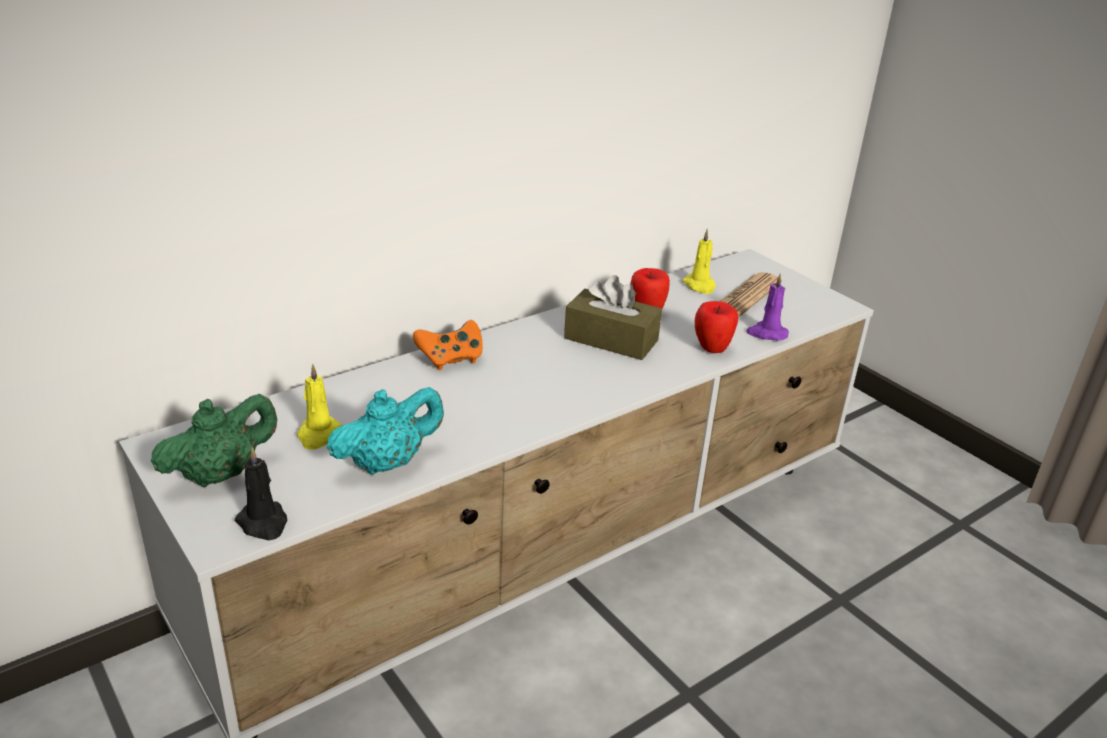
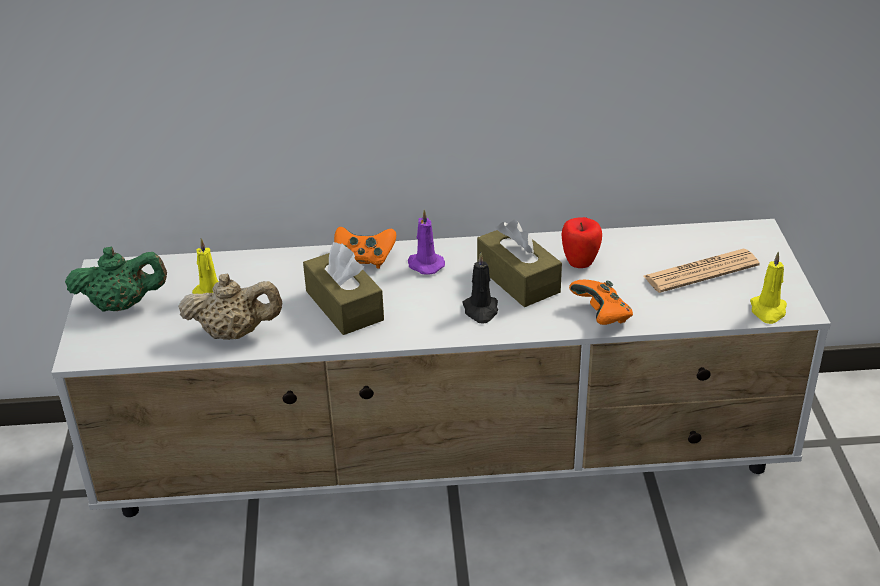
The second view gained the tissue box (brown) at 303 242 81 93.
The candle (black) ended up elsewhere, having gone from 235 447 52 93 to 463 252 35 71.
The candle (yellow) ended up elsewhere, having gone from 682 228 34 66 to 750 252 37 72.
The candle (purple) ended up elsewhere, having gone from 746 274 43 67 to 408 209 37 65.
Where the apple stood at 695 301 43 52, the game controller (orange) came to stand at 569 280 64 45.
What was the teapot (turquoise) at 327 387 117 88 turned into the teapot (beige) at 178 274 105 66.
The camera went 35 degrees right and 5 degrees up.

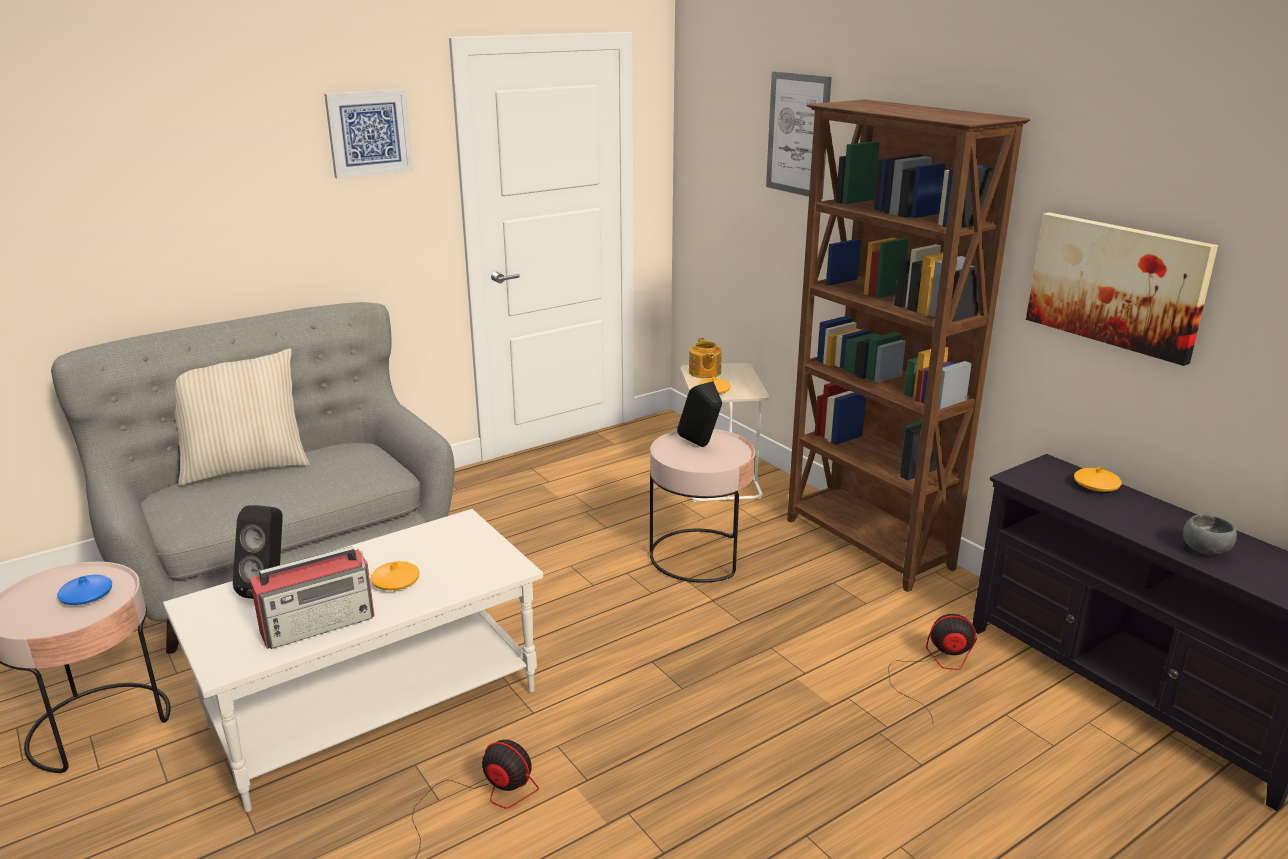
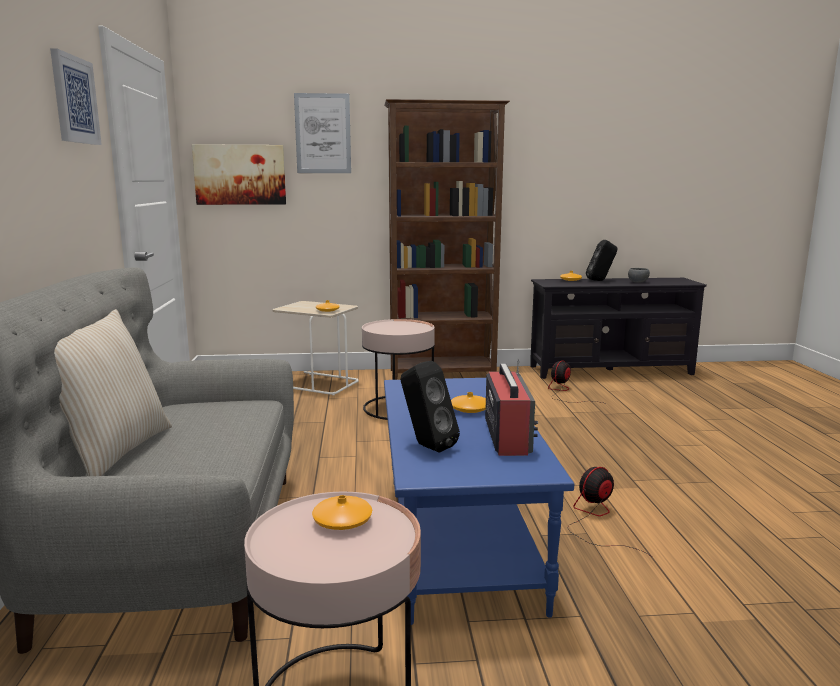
The second view lost the teapot at 689 338 33 40.
The speaker (black) ended up elsewhere, having gone from 677 381 45 66 to 586 240 31 41.
The picture ended up elsewhere, having gone from 1026 212 192 154 to 192 144 94 61.
What was the vase (blue) at 57 575 55 30 turned into the vase (orange) at 312 495 60 35.
What was the coffee table (white) at 163 509 380 303 turned into the coffee table (blue) at 384 378 190 247.
The camera went 60 degrees left and 10 degrees down.

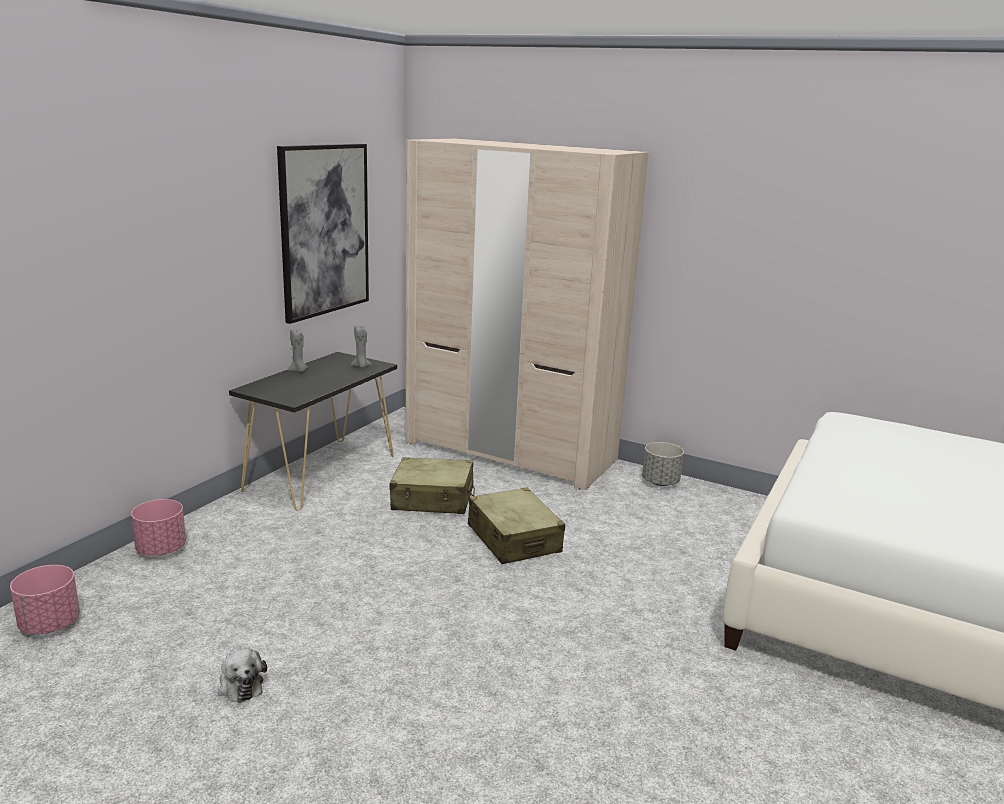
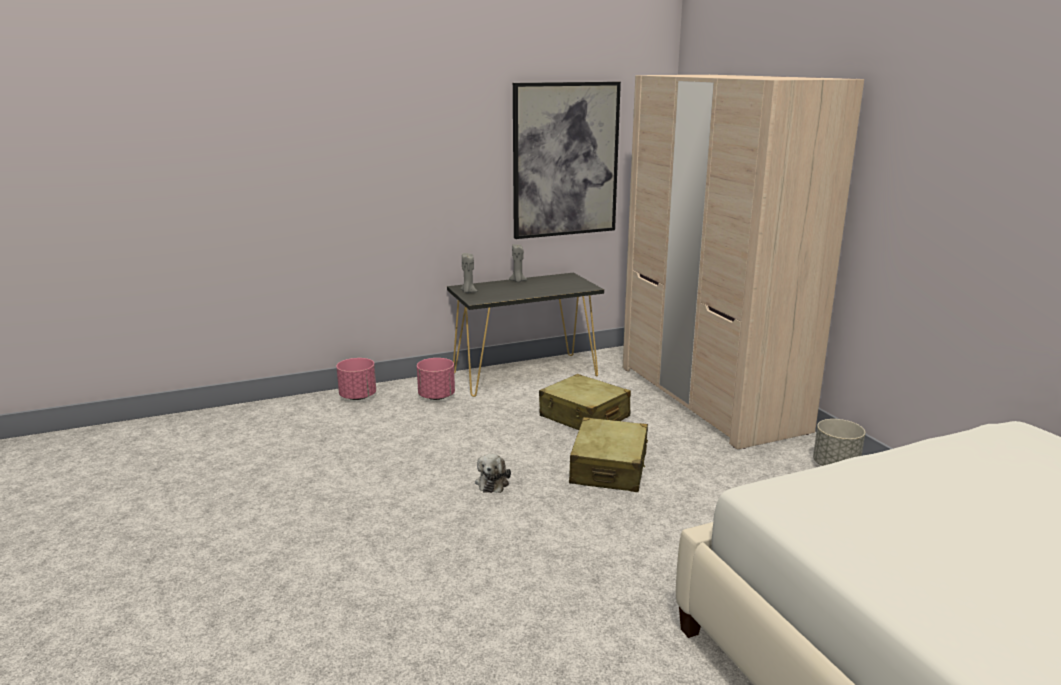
The planter (pink) ended up elsewhere, having gone from 10 565 70 69 to 417 358 38 42.
The plush toy ended up elsewhere, having gone from 218 649 49 54 to 475 454 36 39.
The candle (grey) ended up elsewhere, having gone from 351 326 20 42 to 461 253 16 40.
The camera went 40 degrees right and 0 degrees up.

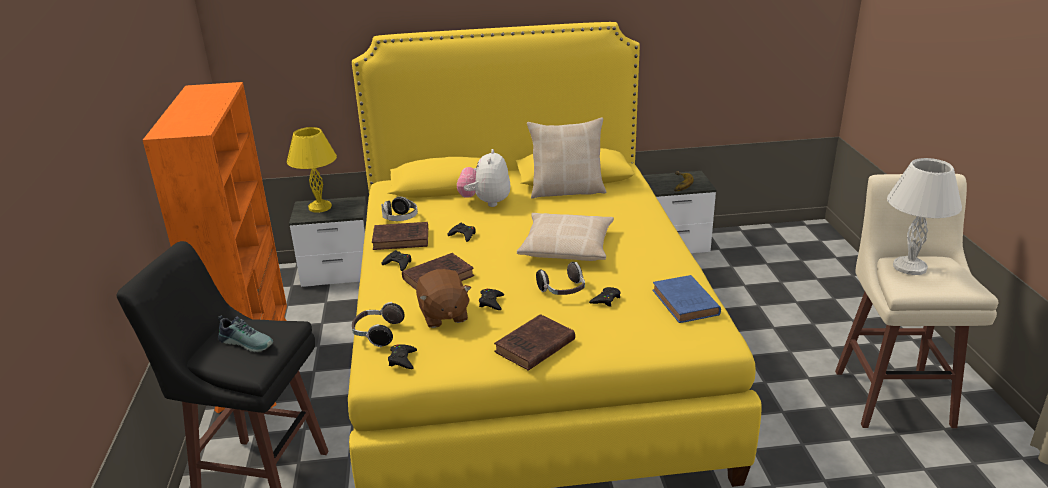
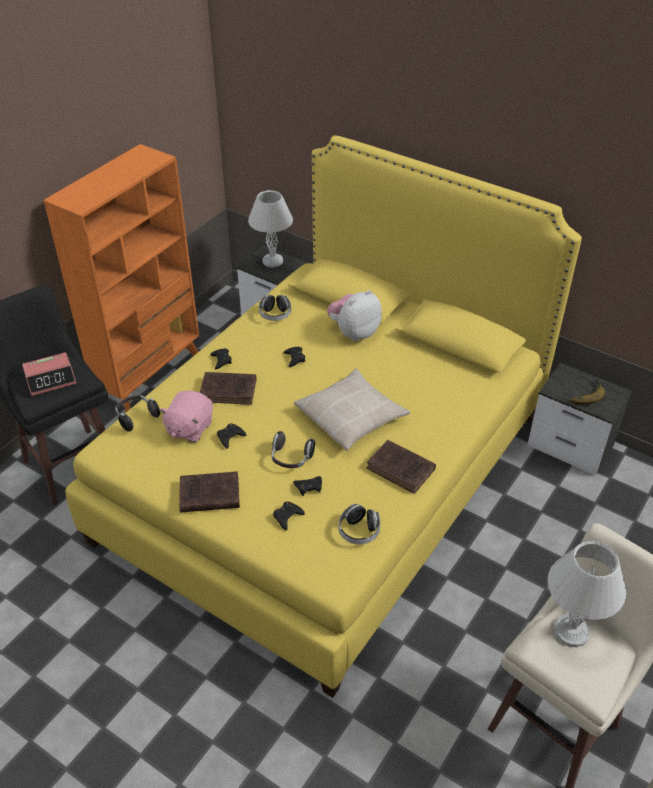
The second view lost the pillow (beige) at 527 117 79 82.
The book (brown) ended up elsewhere, having gone from 372 222 56 28 to 366 440 70 54.
The game controller (black) ended up elsewhere, having gone from 388 344 29 25 to 273 501 32 29.
Where the shoe stood at 218 316 55 36, the alarm clock came to stand at 22 352 54 44.
Where the book (blue) stood at 652 275 69 48, the headphones came to stand at 339 504 41 40.
What was the table lamp (yellow) at 286 127 51 86 turned into the table lamp (white) at 248 190 45 77.
What was the plush toy (brown) at 416 269 55 59 turned into the plush toy (pink) at 159 390 54 53.
The camera went 40 degrees right and 15 degrees up.

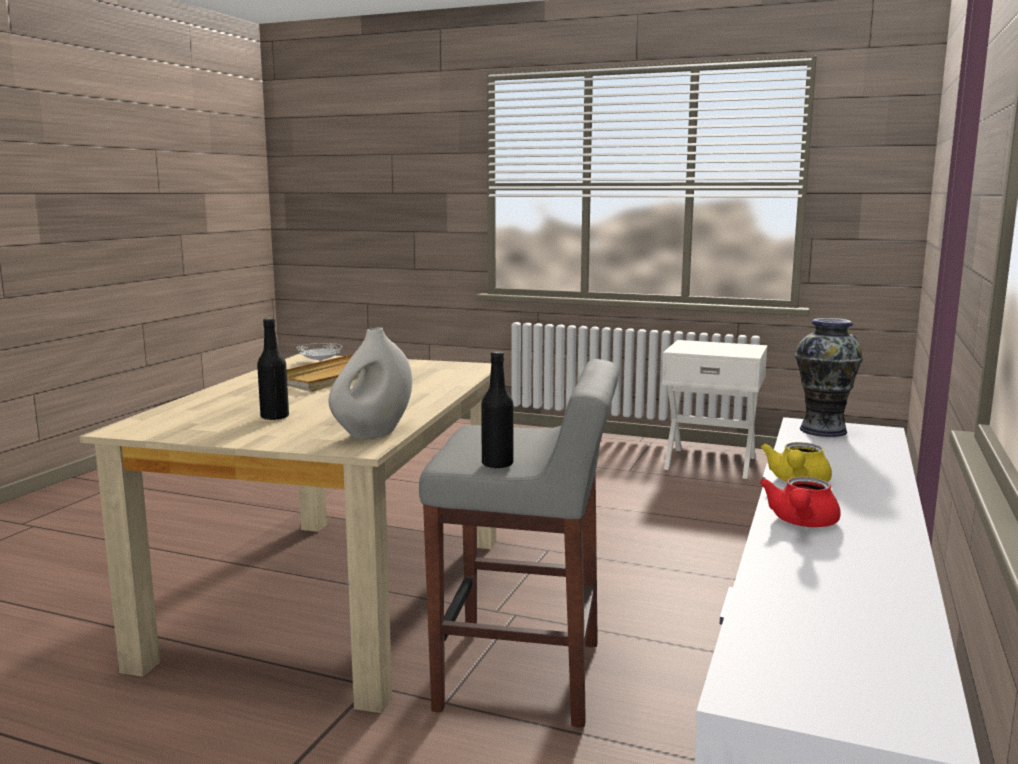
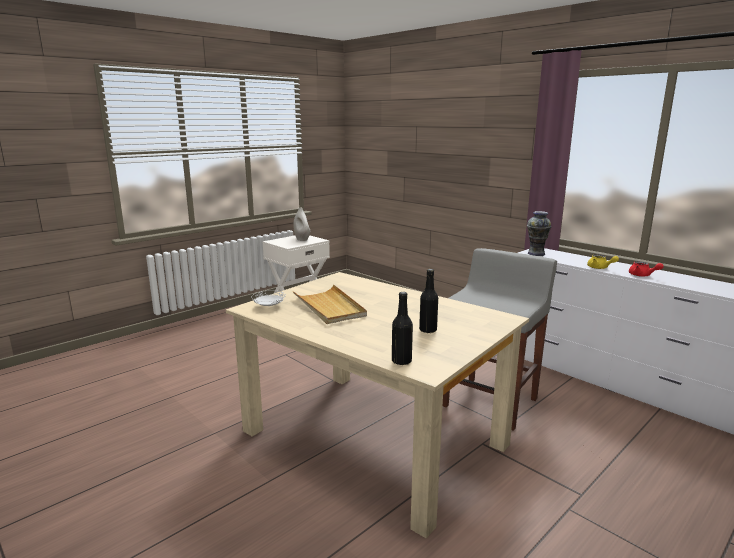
The vase (white) ended up elsewhere, having gone from 329 327 83 112 to 293 208 17 33.
The bottle (black) ended up elsewhere, having gone from 481 351 32 118 to 392 292 21 73.
The camera went 65 degrees left and 5 degrees up.

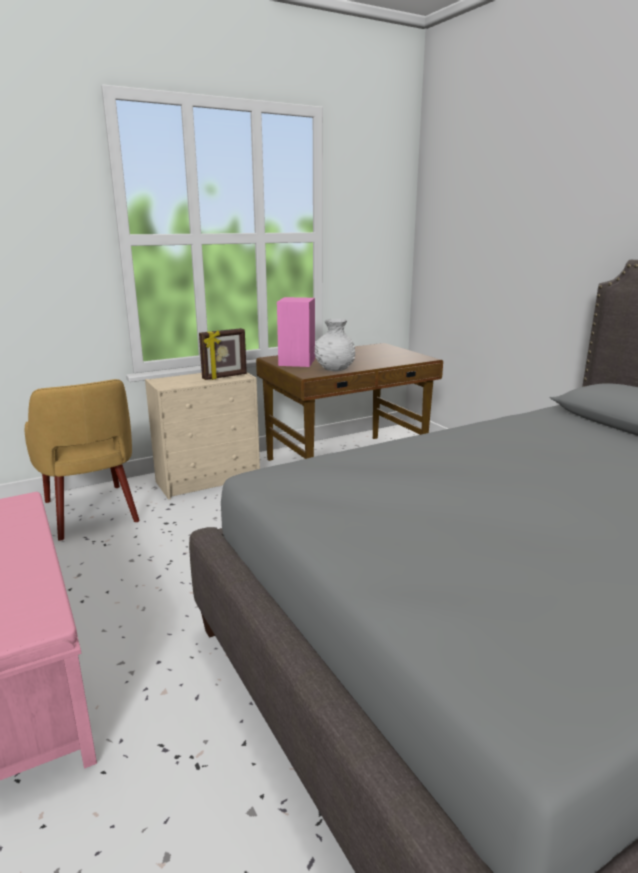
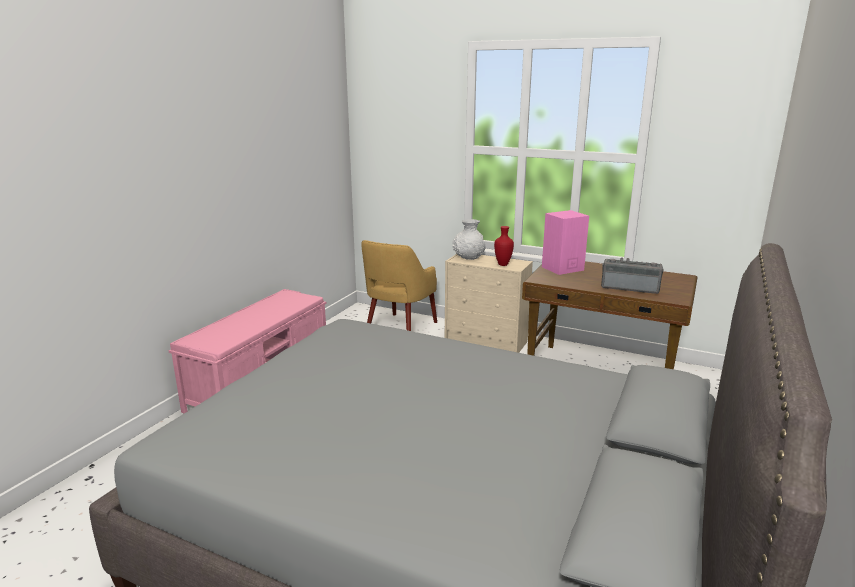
The second view gained the radio at 601 257 63 37.
The vase (white) ended up elsewhere, having gone from 315 319 40 52 to 452 219 34 41.
Where the picture frame stood at 199 328 48 52, the vase (red) came to stand at 494 226 20 40.
The camera went 55 degrees right and 0 degrees up.

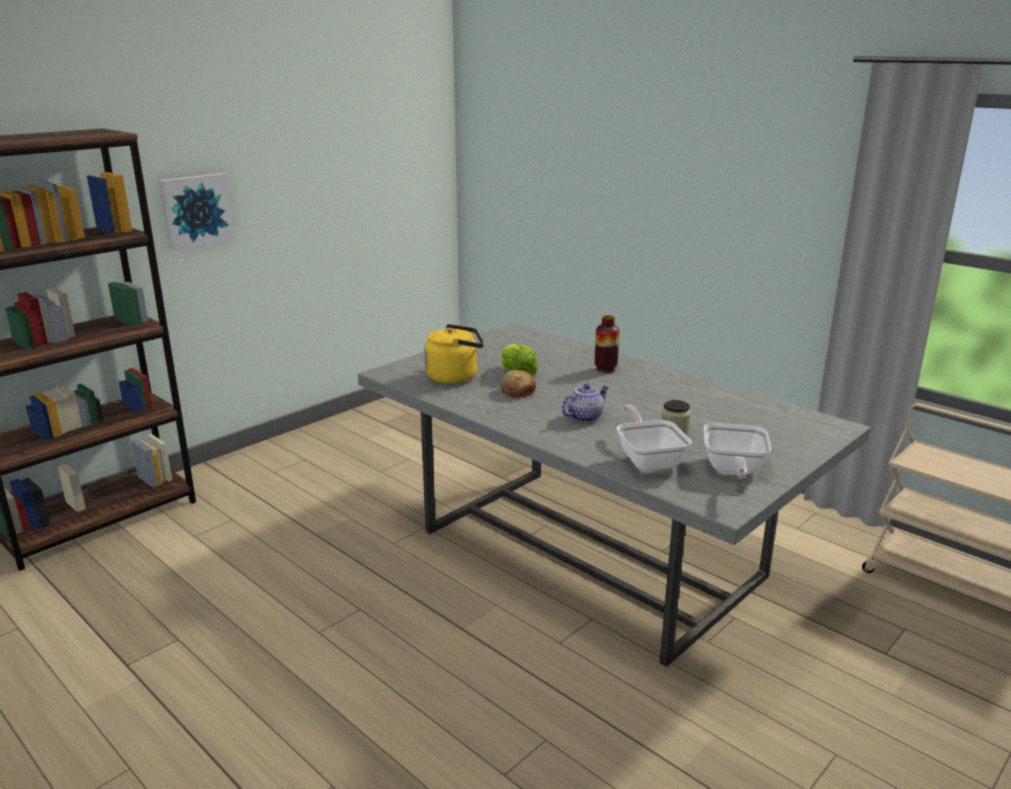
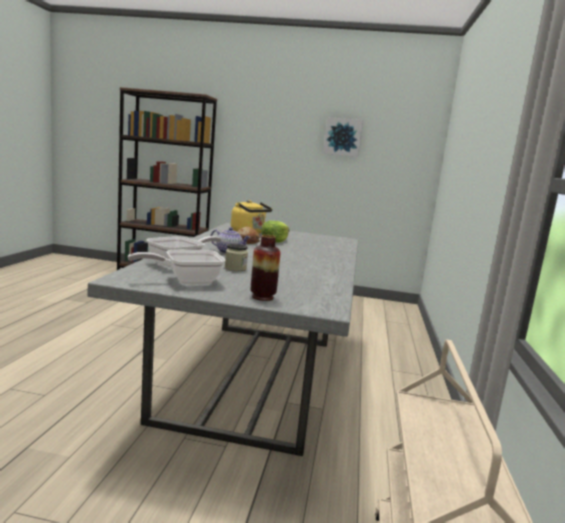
The picture ended up elsewhere, having gone from 159 173 76 77 to 323 117 40 40.
The vase ended up elsewhere, having gone from 594 315 25 58 to 251 235 30 66.
The camera went 55 degrees right and 10 degrees down.

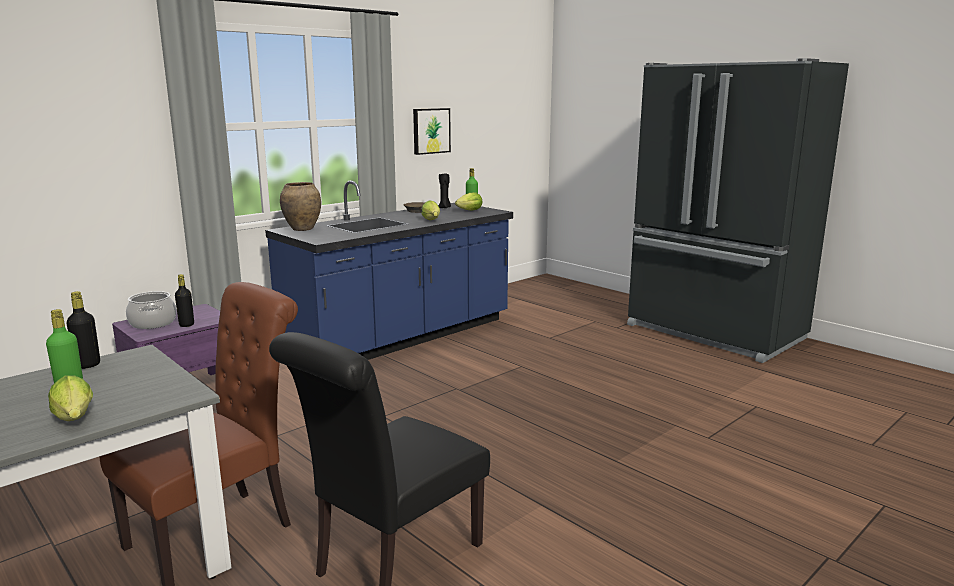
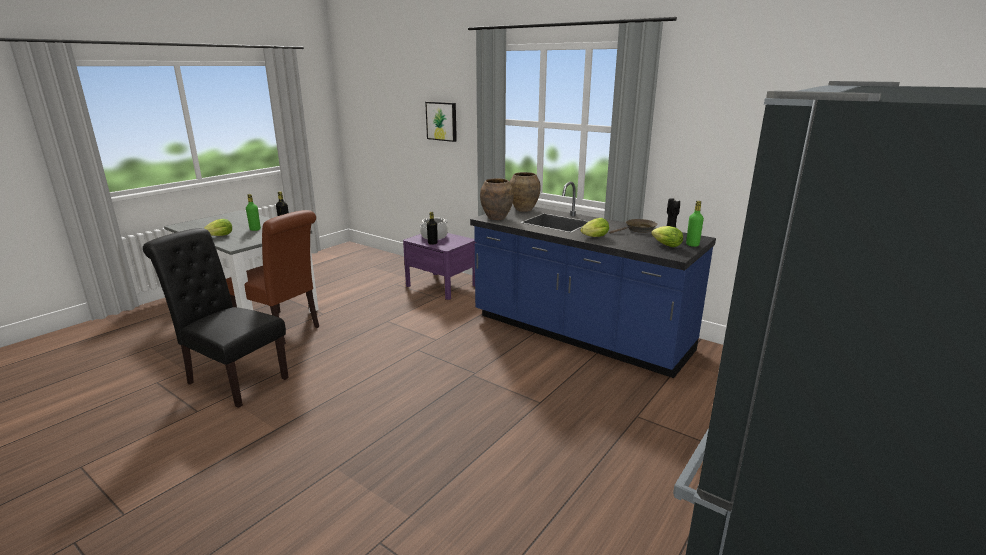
The second view gained the vase (brown) at 480 178 34 42.
The picture ended up elsewhere, having gone from 413 108 38 47 to 425 102 32 40.
The camera went 80 degrees right and 5 degrees up.

